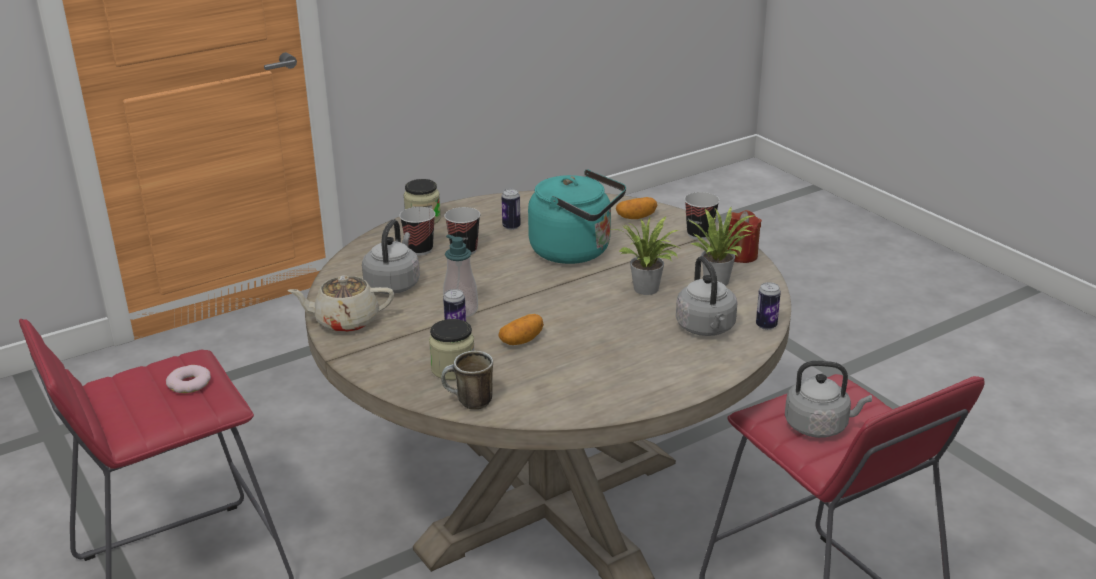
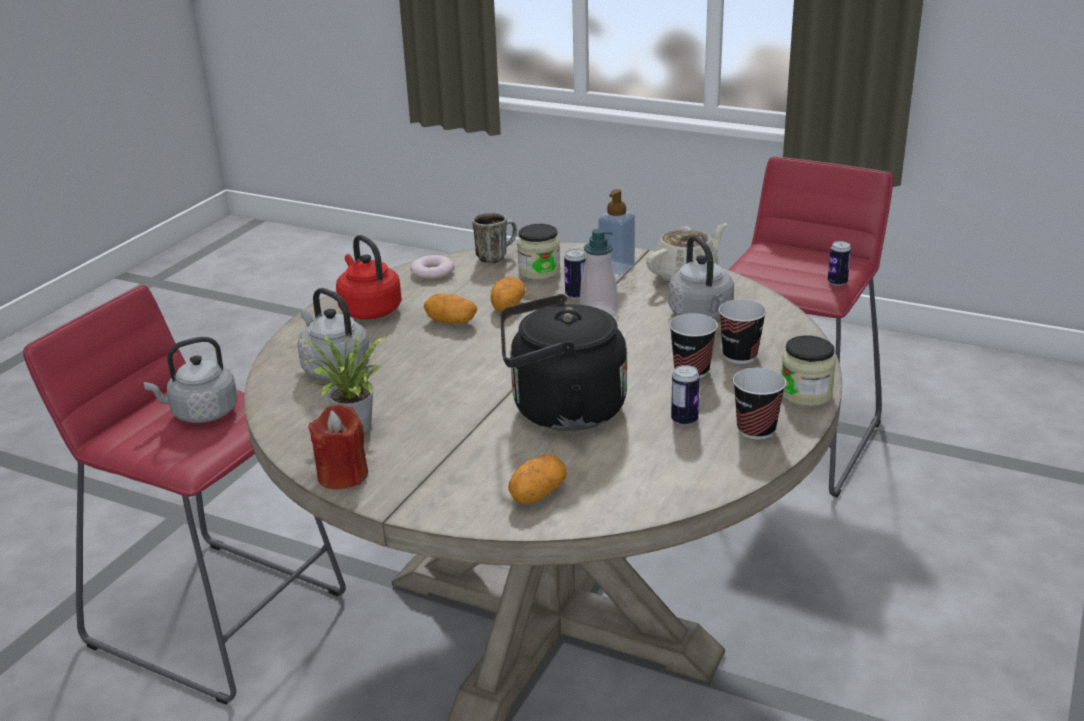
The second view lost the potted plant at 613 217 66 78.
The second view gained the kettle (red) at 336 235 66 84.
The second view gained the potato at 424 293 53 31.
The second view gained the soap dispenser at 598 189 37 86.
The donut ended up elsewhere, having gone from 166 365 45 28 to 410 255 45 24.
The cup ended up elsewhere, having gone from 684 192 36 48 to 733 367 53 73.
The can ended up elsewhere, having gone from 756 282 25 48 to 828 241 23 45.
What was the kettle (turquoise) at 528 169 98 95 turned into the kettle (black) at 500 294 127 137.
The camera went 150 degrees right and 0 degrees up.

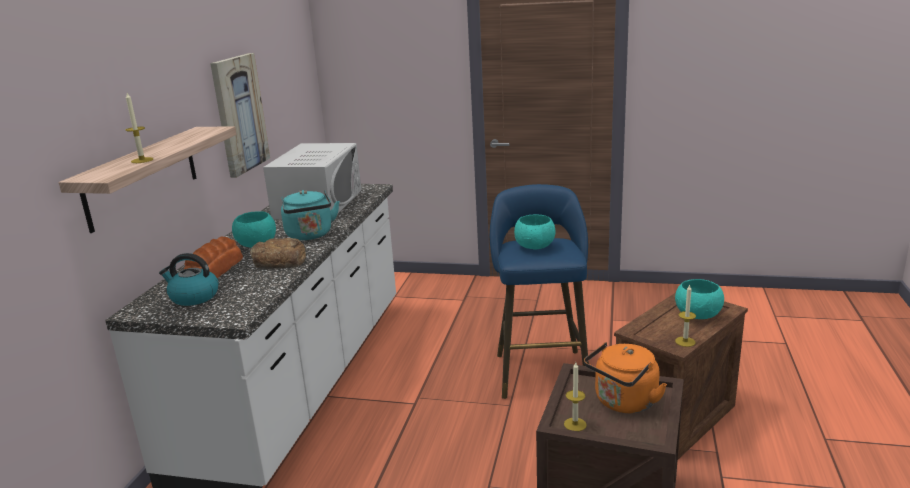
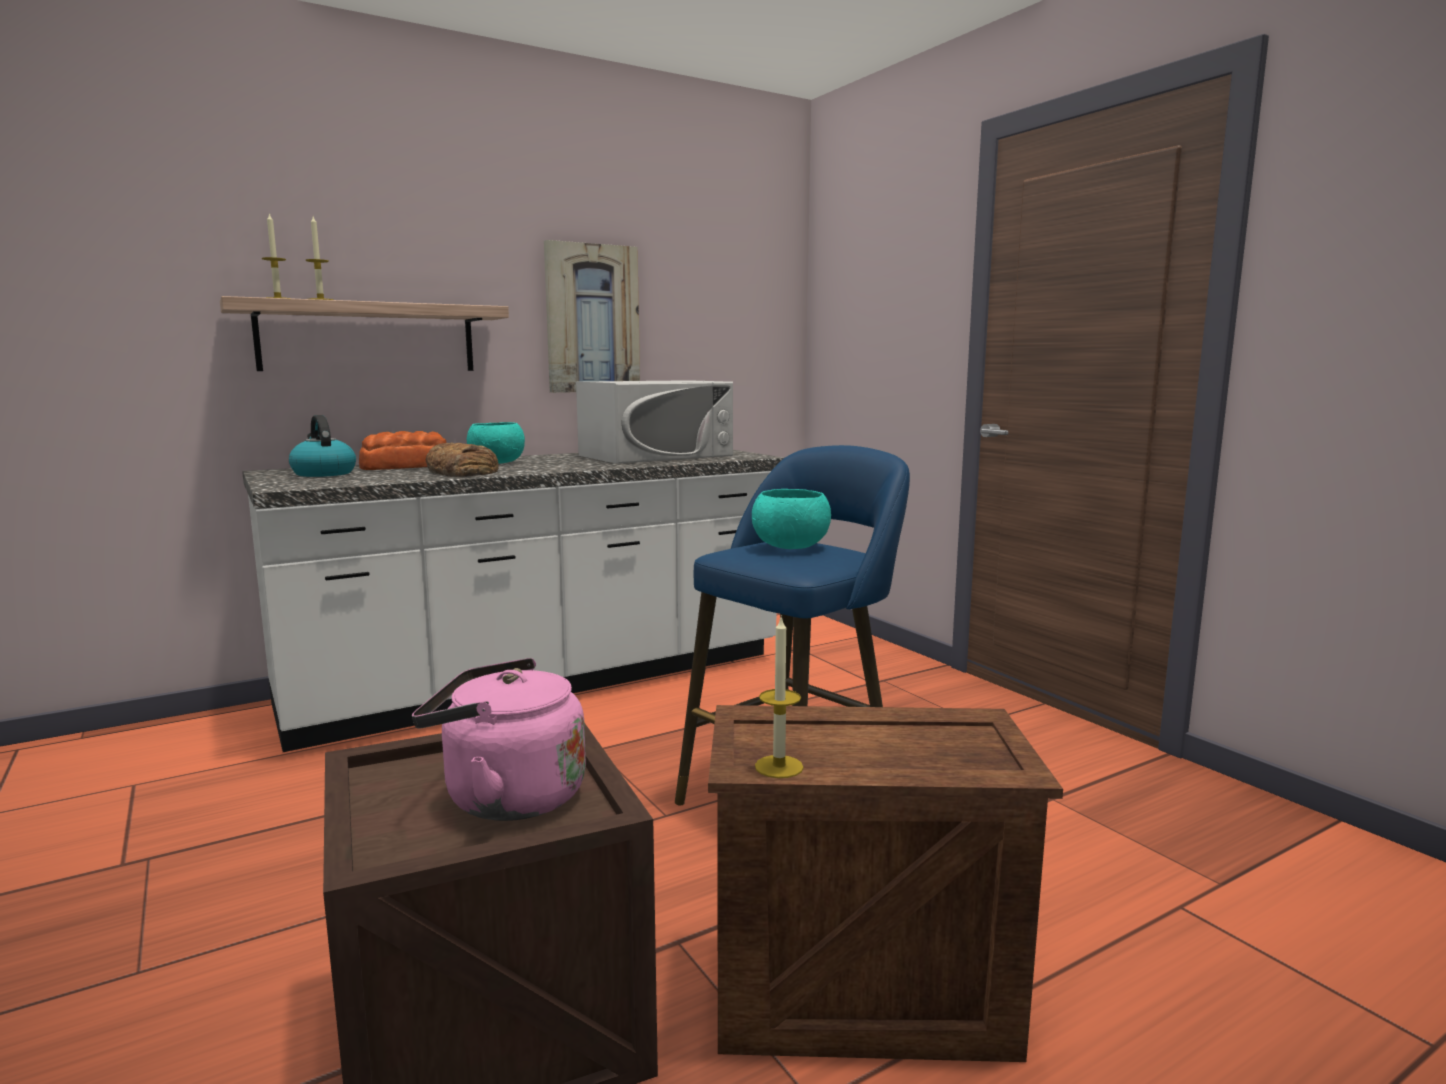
The second view lost the kettle (turquoise) at 281 190 59 50.
The second view lost the bowl (turquoise) at 675 279 49 40.
The candle ended up elsewhere, having gone from 564 362 23 69 to 262 213 24 85.
What was the kettle (orange) at 584 342 83 71 turned into the kettle (pink) at 412 658 174 163.
The camera went 45 degrees right and 10 degrees down.

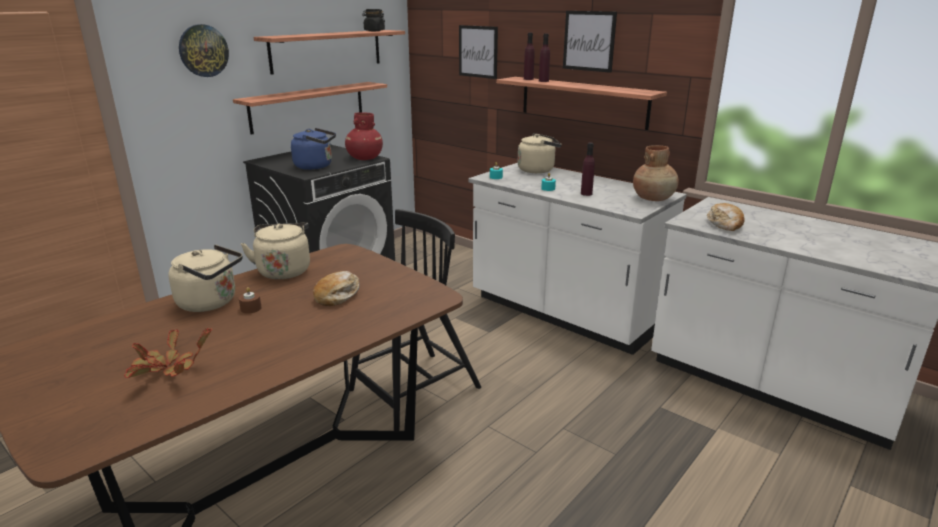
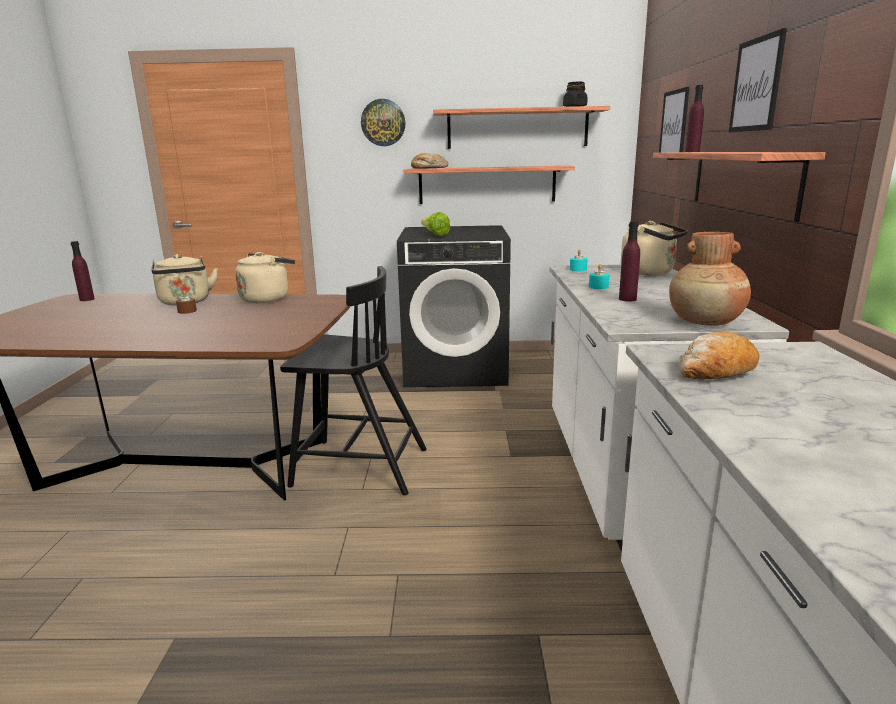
The second view lost the potted plant at 124 328 88 50.
The second view lost the vase (red) at 345 112 38 48.
The bread ended up elsewhere, having gone from 313 271 47 35 to 411 153 38 16.
The bottle (purple) ended up elsewhere, having gone from 539 33 11 49 to 71 241 24 60.
Where the kettle (blue) stood at 291 128 45 42, the lettuce came to stand at 421 212 29 24.
The camera went 50 degrees right and 5 degrees down.

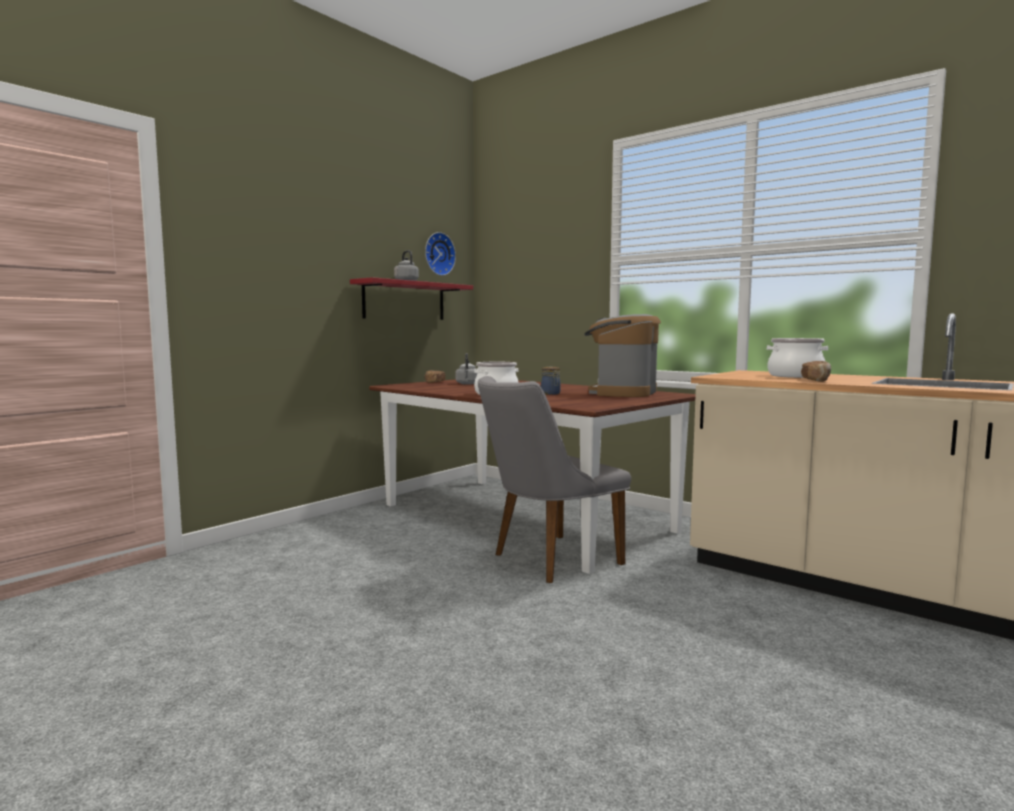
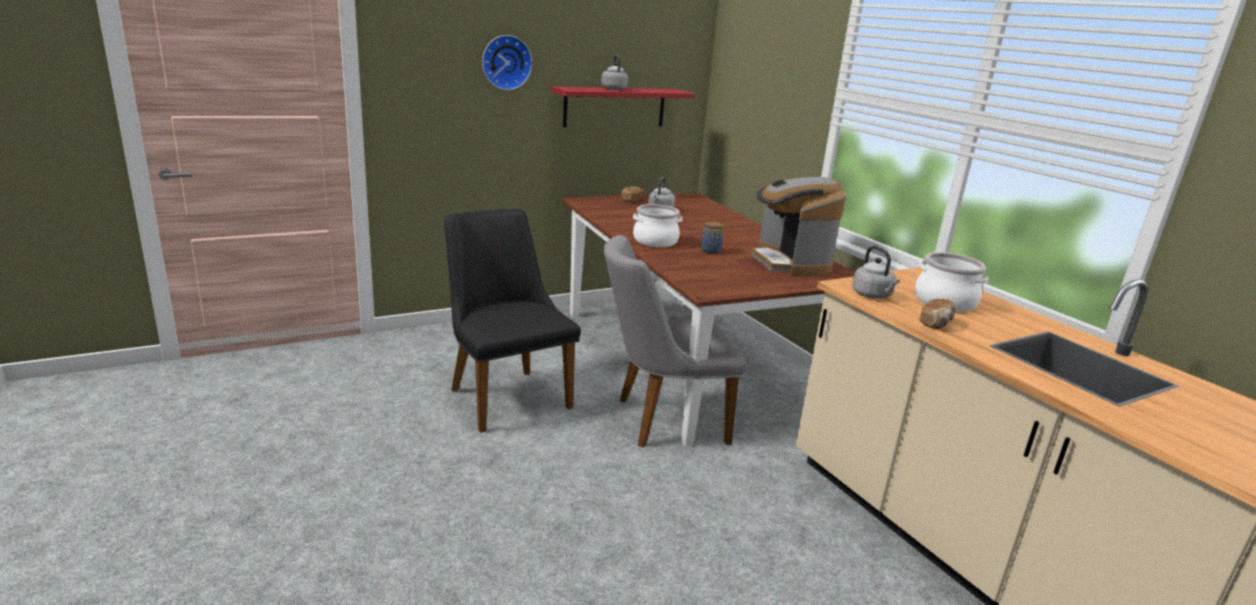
The second view gained the chair (black) at 444 209 137 224.
The second view gained the kettle (grey) at 852 246 48 53.
The wall clock ended up elsewhere, having gone from 425 232 31 44 to 482 35 50 55.
The coffee machine at 584 314 77 83 ended up facing another way, 60 degrees counterclockwise from before.
The camera went 20 degrees right and 15 degrees up.

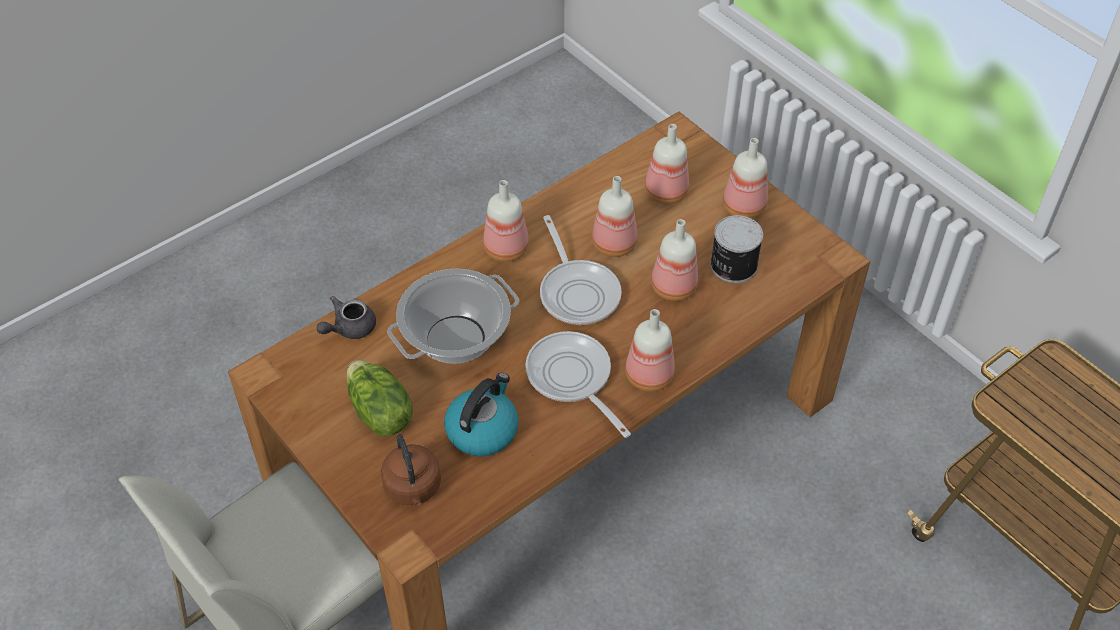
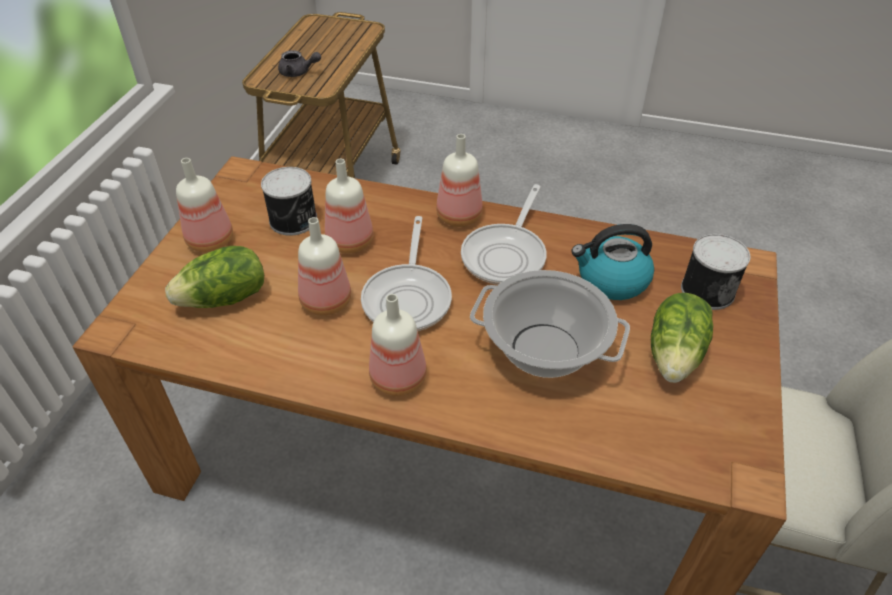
The teapot (grey) ended up elsewhere, having gone from 317 296 59 43 to 278 50 43 27.
Where the kettle (brown) stood at 381 434 60 72, the can came to stand at 681 234 69 76.
Where the bottle stood at 645 124 44 80, the lettuce came to stand at 165 246 99 62.
The frying pan at 540 215 82 110 ended up facing another way, 150 degrees clockwise from before.
The camera went 125 degrees left and 5 degrees down.

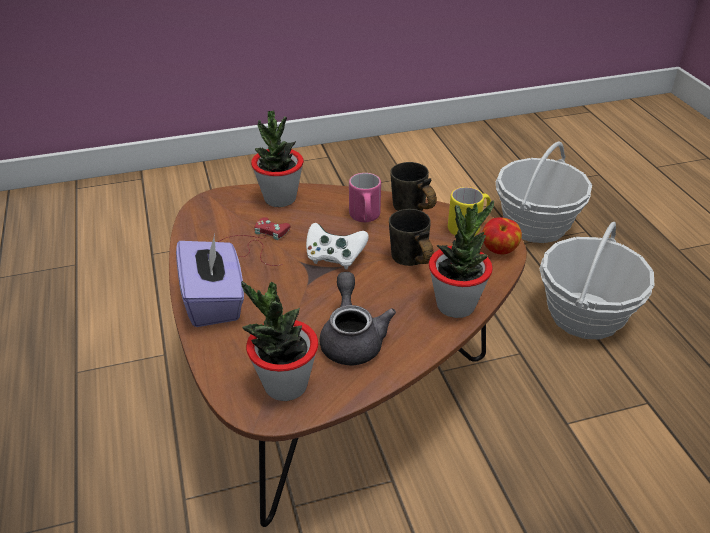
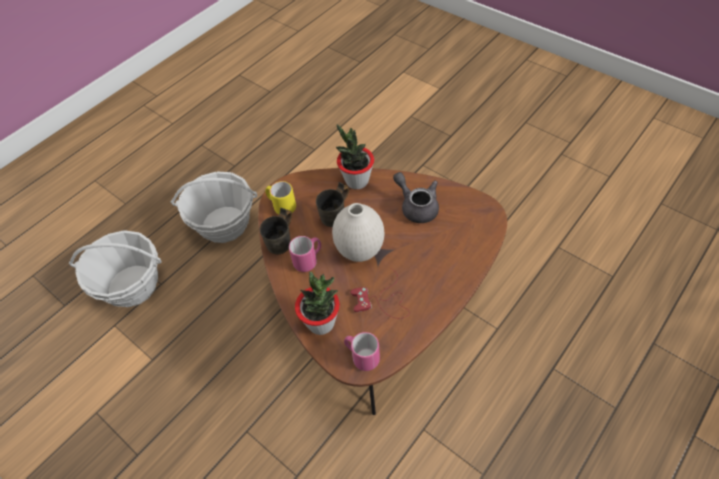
The second view lost the tissue box (purple) at 176 234 68 93.
The second view lost the potted plant at 241 281 77 120.
The second view lost the apple at 482 217 40 38.
The second view gained the mug (pink) at 344 332 36 39.
Where the game controller (white) stood at 306 223 63 46, the vase (white) came to stand at 332 203 52 59.
The teapot (grey) at 320 272 76 93 ended up facing another way, 90 degrees clockwise from before.
The camera went 120 degrees left and 15 degrees up.

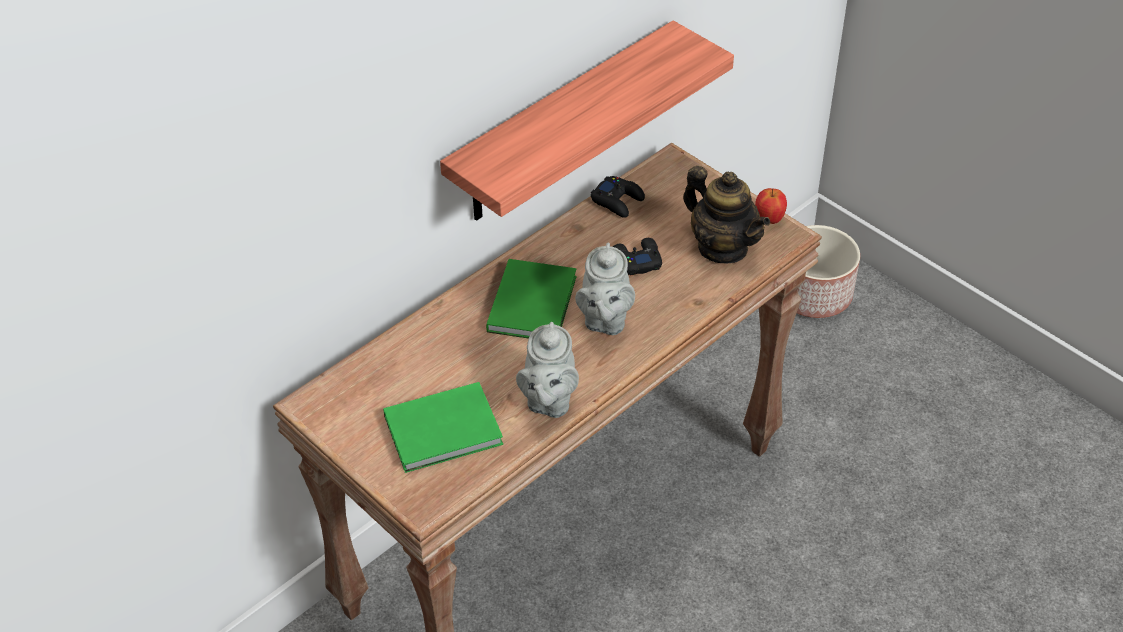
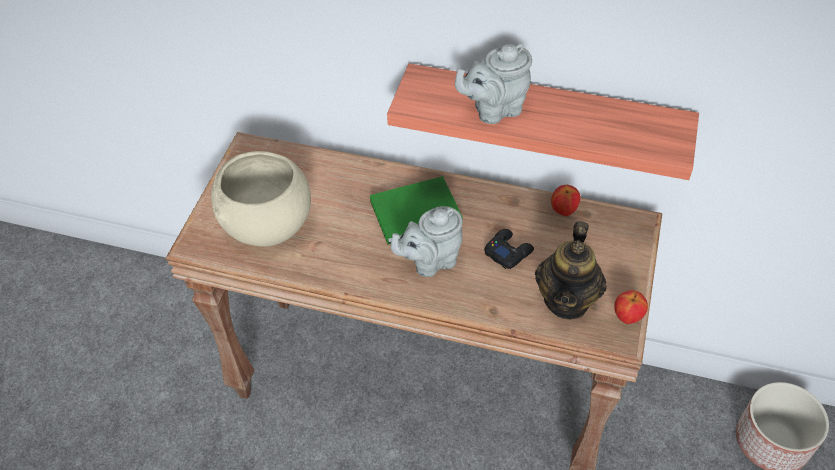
The teapot (grey) ended up elsewhere, having gone from 516 322 63 96 to 455 44 77 80.
Where the book (green) stood at 383 382 120 91, the bowl (beige) came to stand at 211 151 100 96.
Where the game controller (black) stood at 591 176 54 42, the apple came to stand at 551 185 30 31.
The camera went 60 degrees right and 5 degrees up.

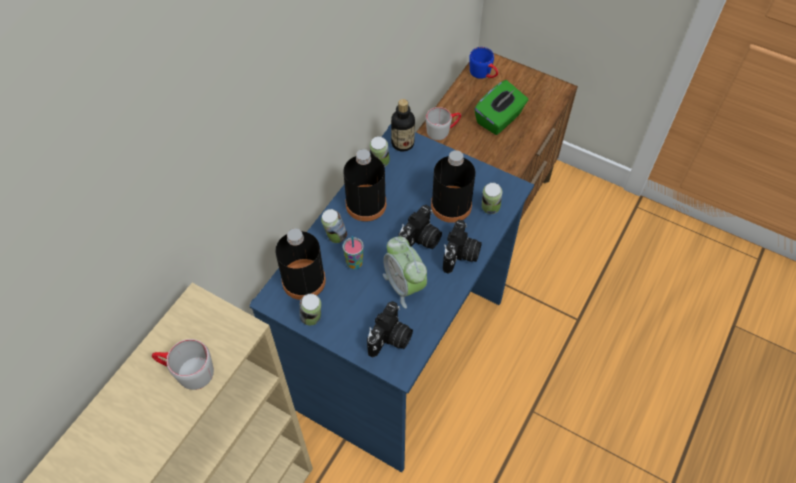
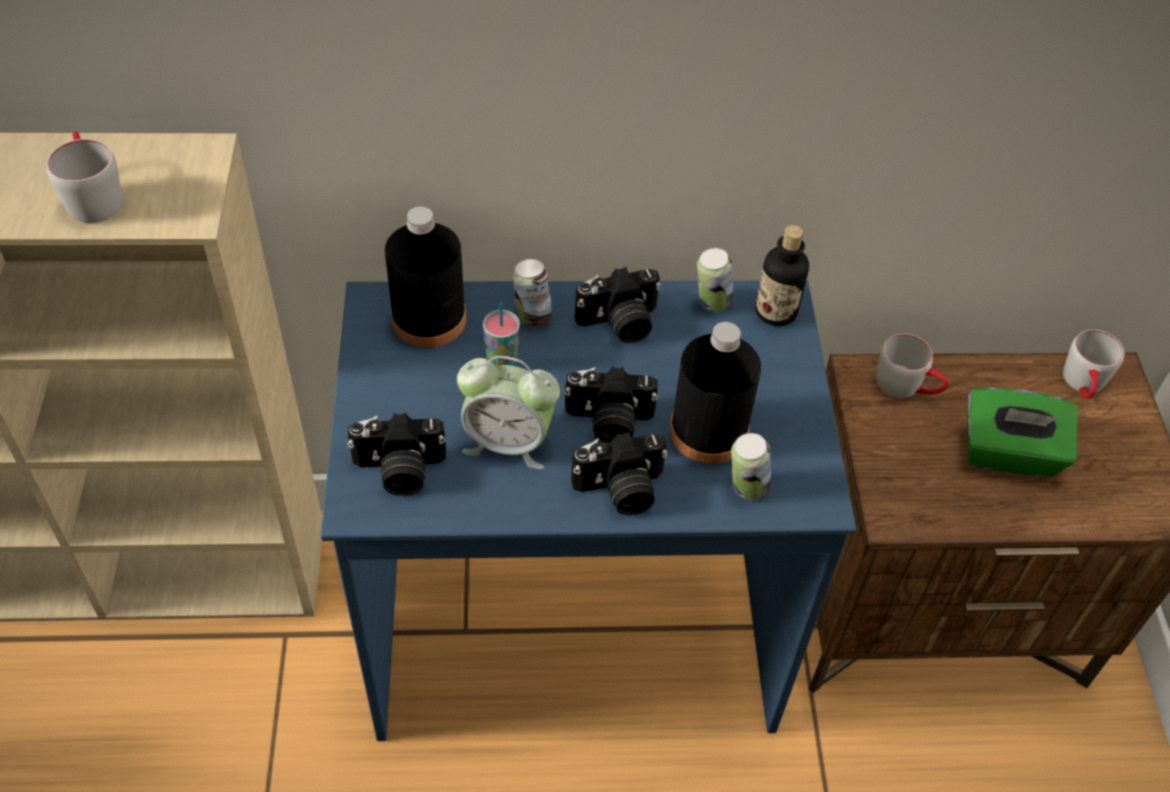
The second view lost the can at 300 294 21 31.
Where the bottle (black) stood at 343 149 43 73, the photo camera came to stand at 575 267 86 76.
What was the mug (blue) at 469 47 29 32 turned into the mug (grey) at 1063 329 61 70.
The alarm clock at 383 237 44 71 ended up facing another way, 105 degrees counterclockwise from before.
The camera went 55 degrees right and 5 degrees down.

